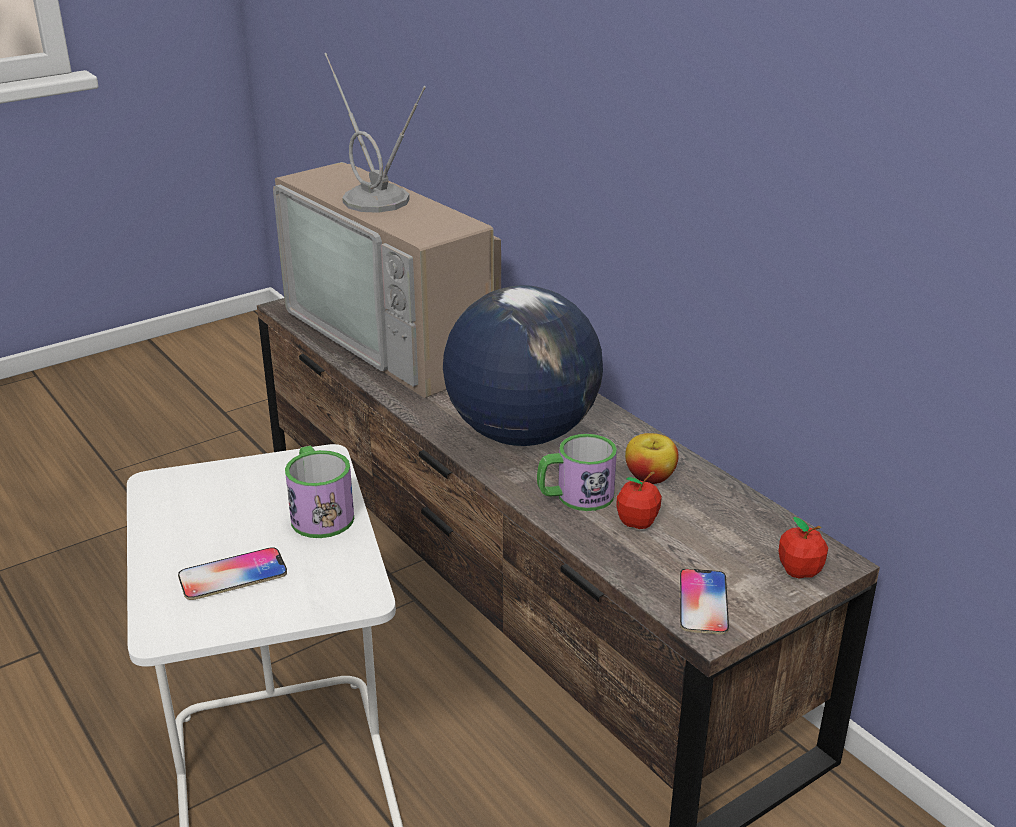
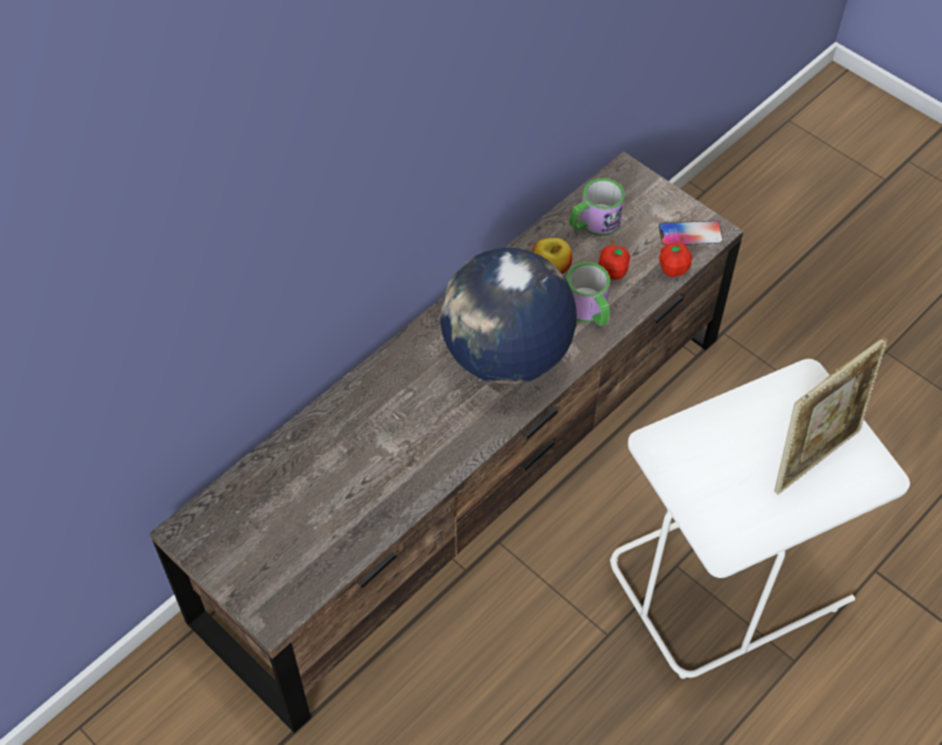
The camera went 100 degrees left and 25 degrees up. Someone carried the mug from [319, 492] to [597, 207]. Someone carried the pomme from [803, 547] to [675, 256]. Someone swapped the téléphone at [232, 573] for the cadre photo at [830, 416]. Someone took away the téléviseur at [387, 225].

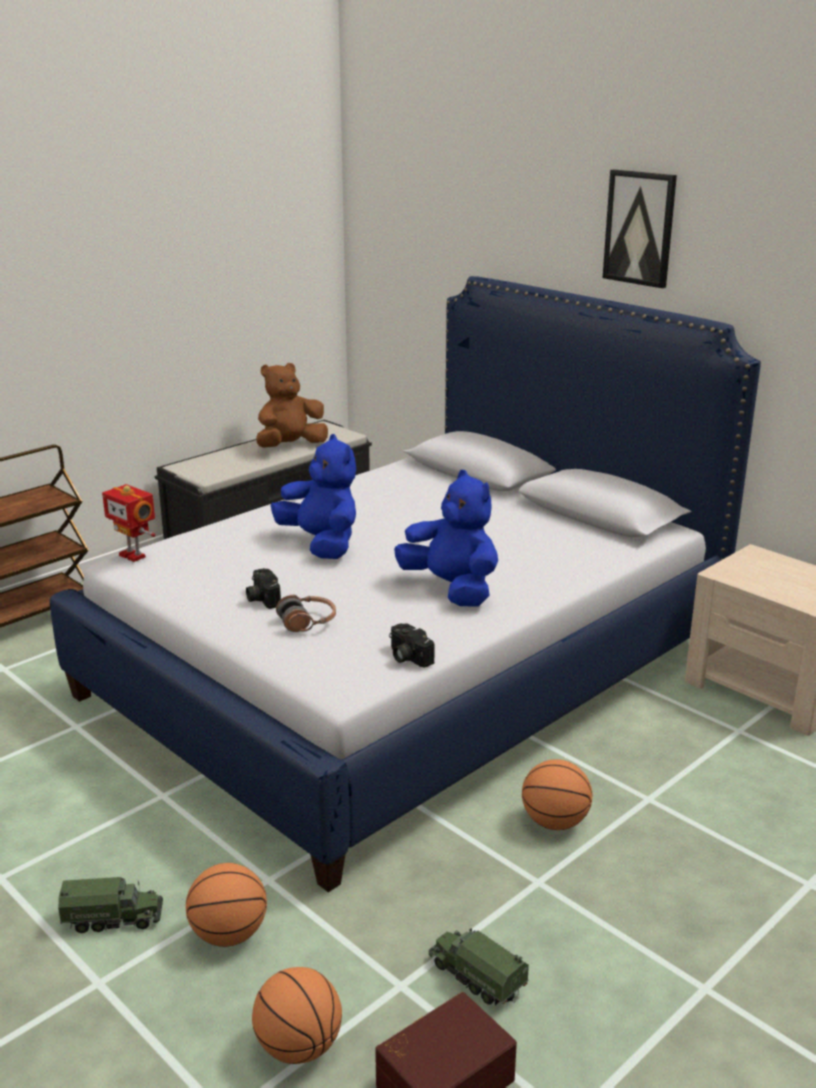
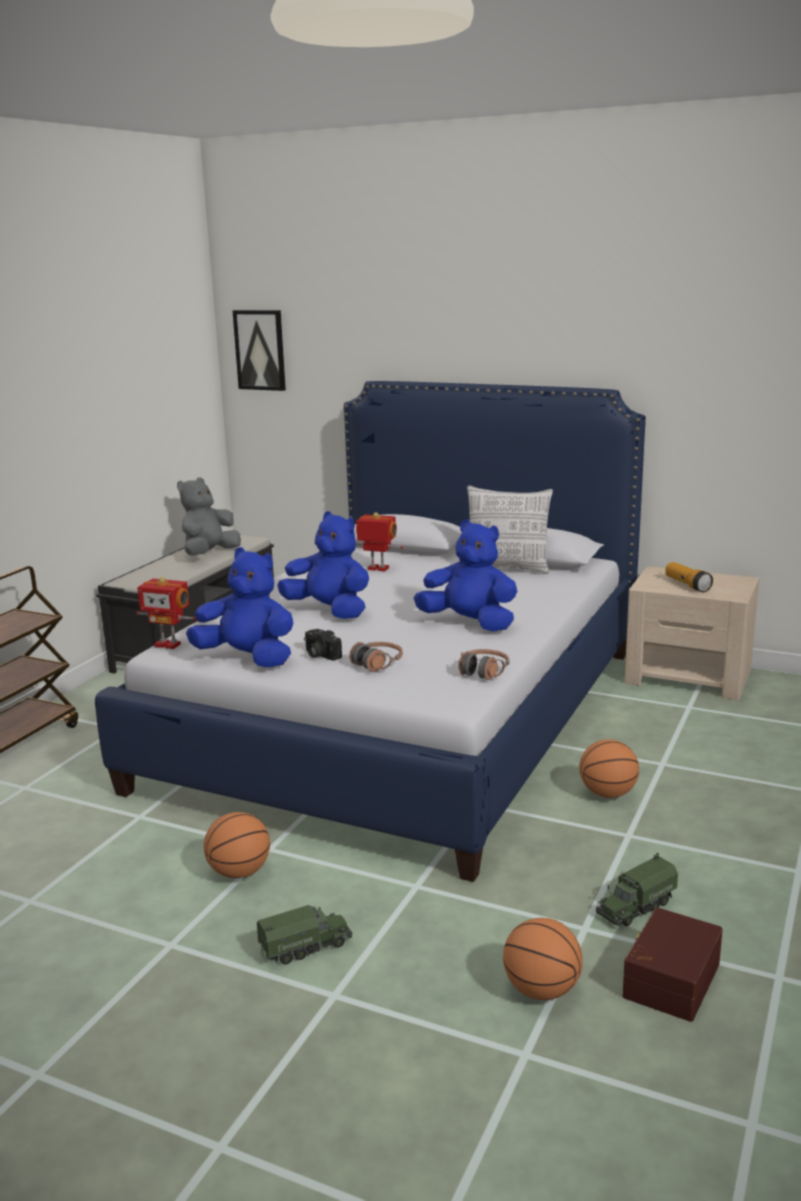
The camera went 20 degrees left and 5 degrees down. Someone repainted the peluche/marron at [292, 405], which became the peluche/gris at [209, 517]. Someone put down the peluche/bleu at [239, 607]. Someone carried the ballon de basket from [226, 905] to [237, 845]. Someone carried the tableau from [640, 228] to [259, 350]. Someone put down the robot jouet at [380, 541]. Someone swapped the appareil photo at [411, 645] for the casque audio at [484, 664]. Someone put down the coussin at [510, 529]. Someone rotated the camion jouet at [479, 967] by 60 degrees counterclockwise. Someone put down the lampe de poche at [689, 577].

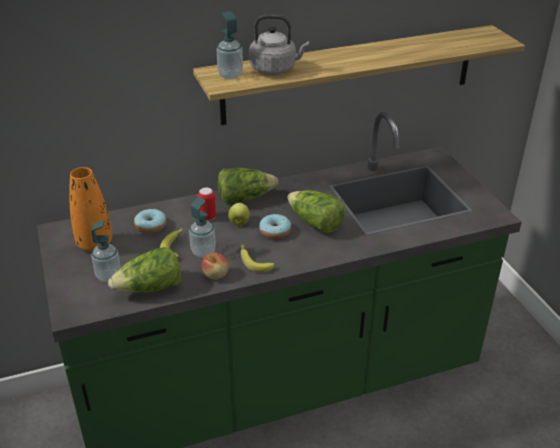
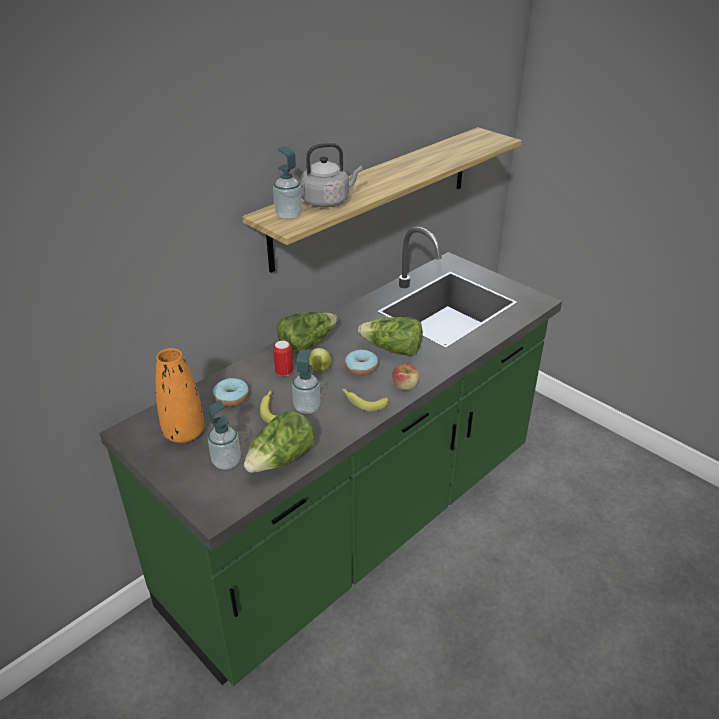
The camera went 25 degrees left and 0 degrees up. Someone carried the pomme from [215, 266] to [405, 376].

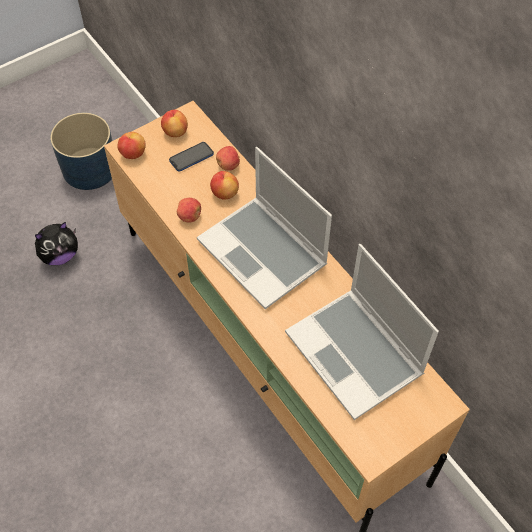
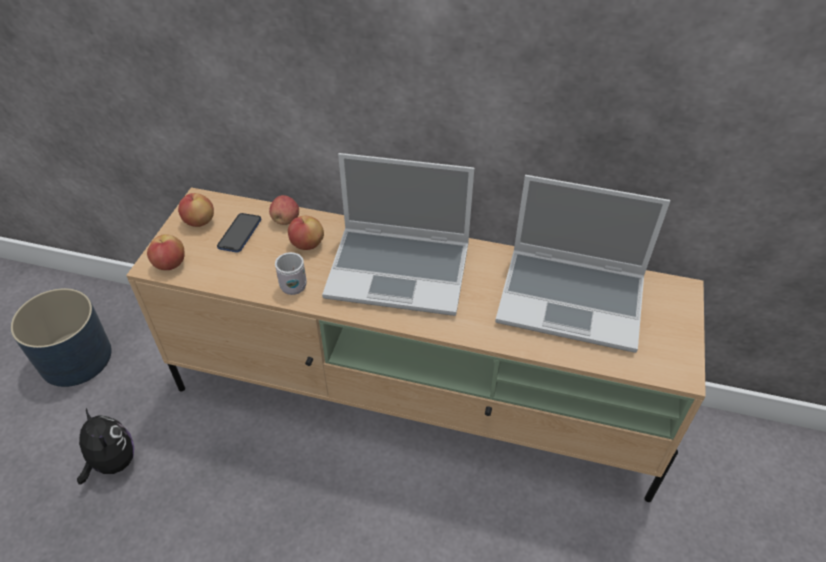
The camera went 40 degrees left and 10 degrees down. Someone rotated the peluche at [56, 243] by 60 degrees counterclockwise. Someone swapped the pomme at [189, 210] for the mug/blanc at [291, 273].

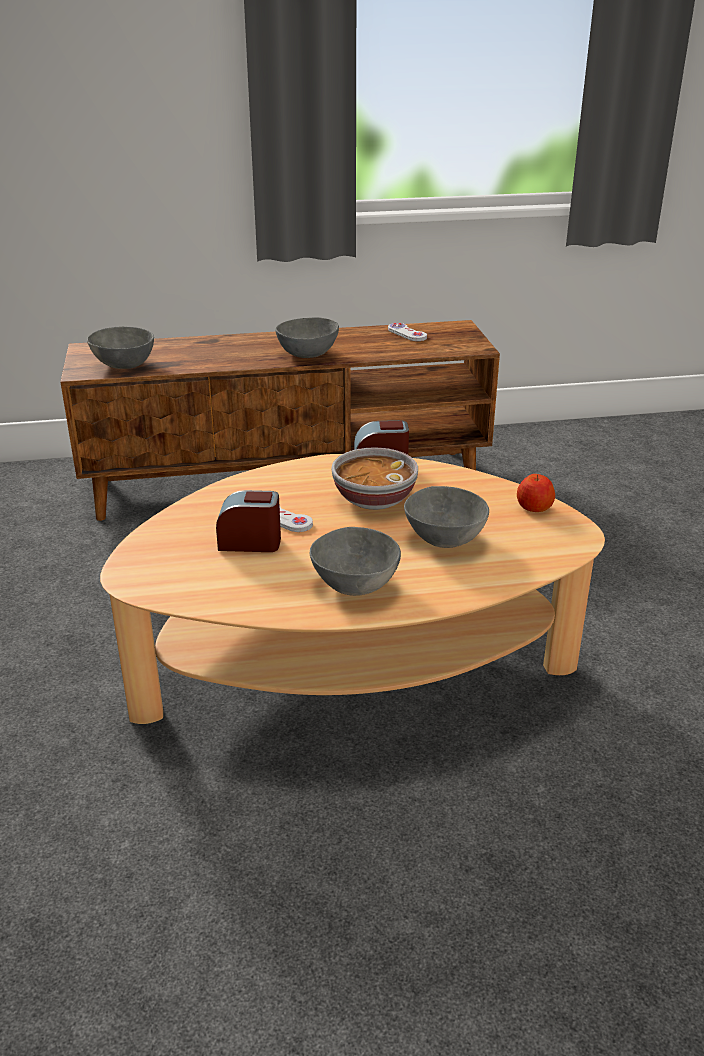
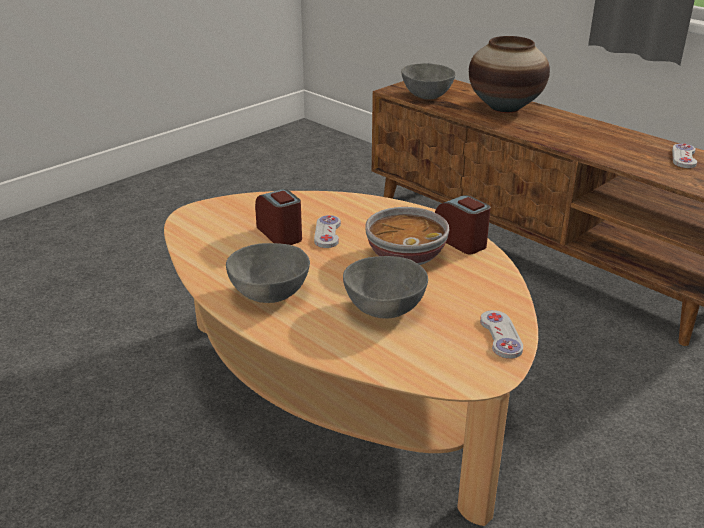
The camera went 55 degrees right and 0 degrees up. Someone put down the vase at [509, 74]. Someone swapped the pomme at [536, 493] for the manette/blanc at [501, 334]. Someone took away the bol/gris at [307, 337].

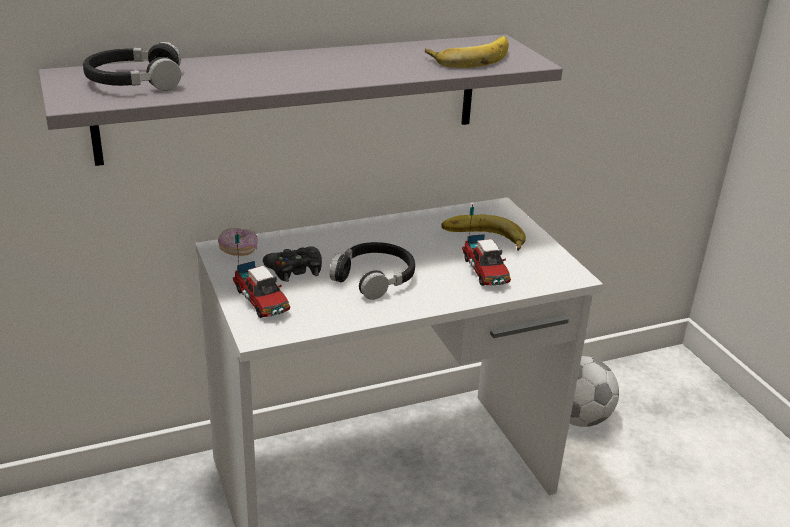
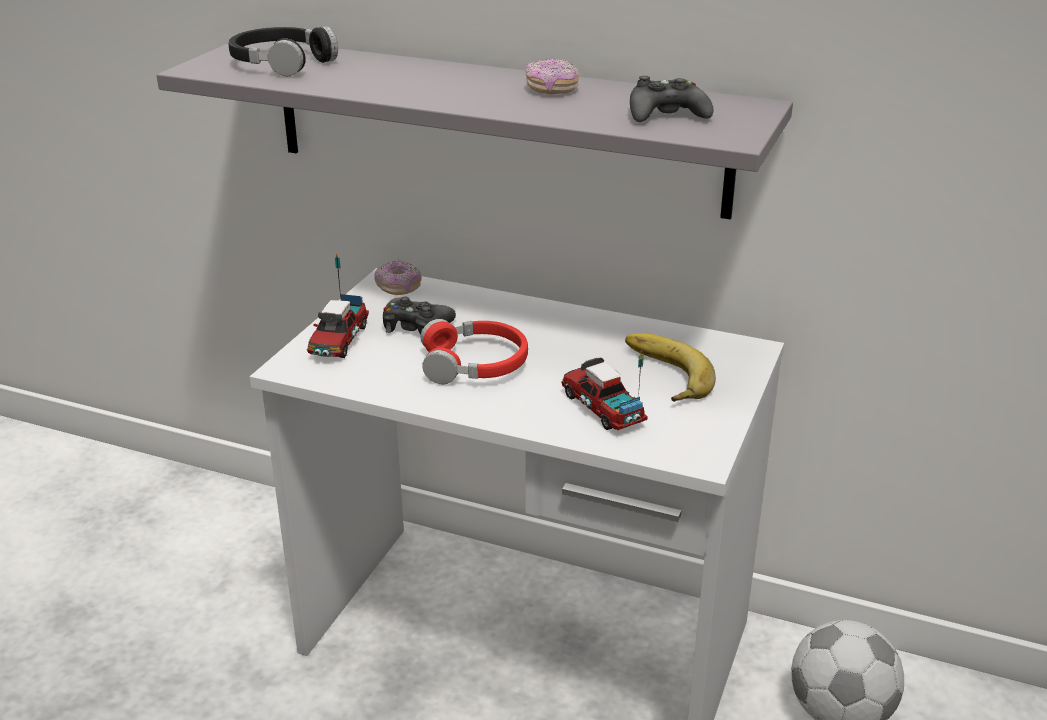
The camera went 45 degrees right and 0 degrees up. Someone repainted the casque audio/noir at [372, 271], which became the casque audio/rouge at [474, 351]. Someone put down the beignet at [552, 76]. Someone rotated the camion jouet at [486, 245] by 120 degrees clockwise. Someone swapped the banane at [467, 52] for the manette/noir at [671, 99].

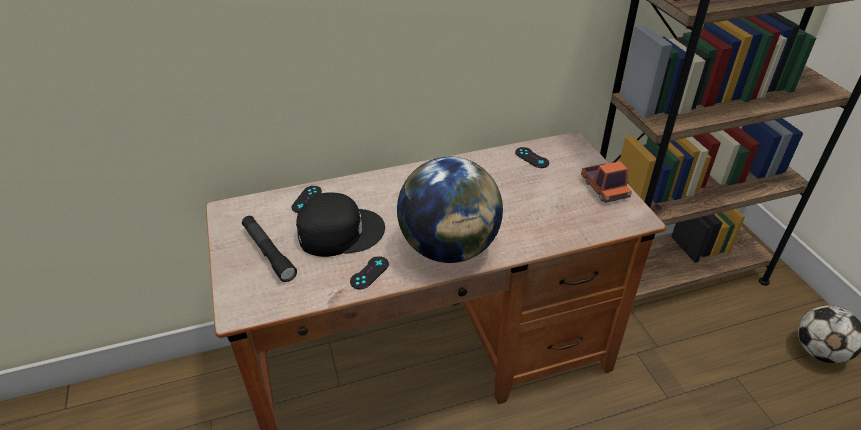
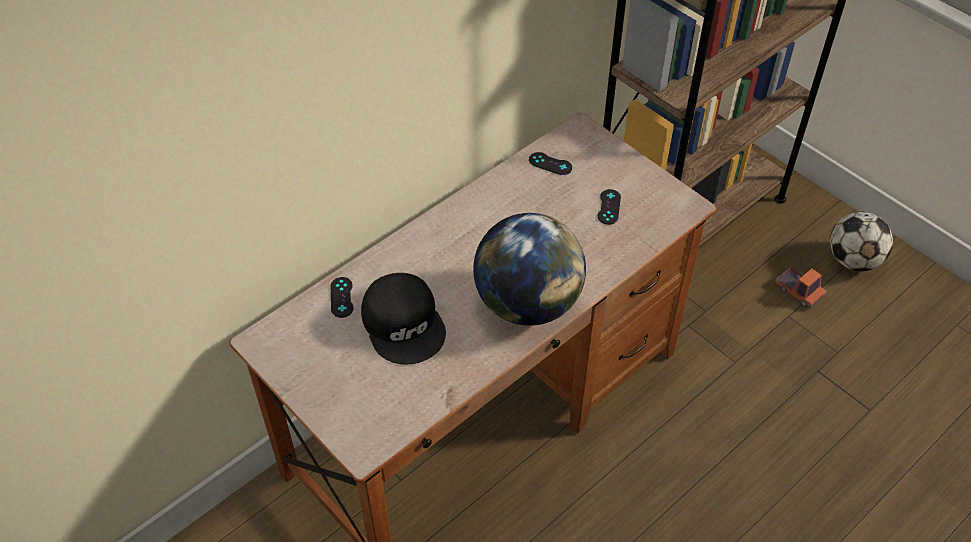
The camera went 25 degrees left and 10 degrees up. Someone rotated the casquette/noir at [340, 224] by 105 degrees clockwise. Someone carried the manette/noir from [369, 272] to [609, 207]. Someone carried the camion jouet from [606, 182] to [801, 287]. Someone took away the lampe de poche/noir at [269, 249].

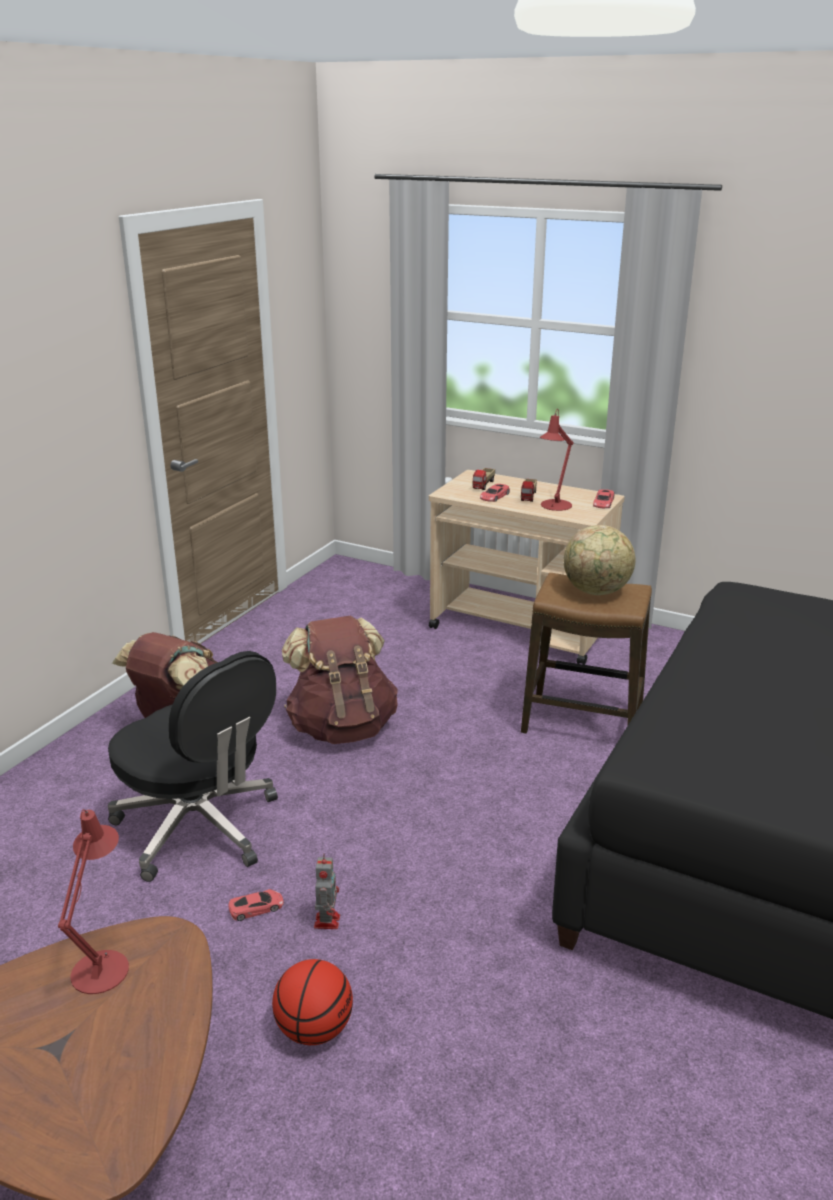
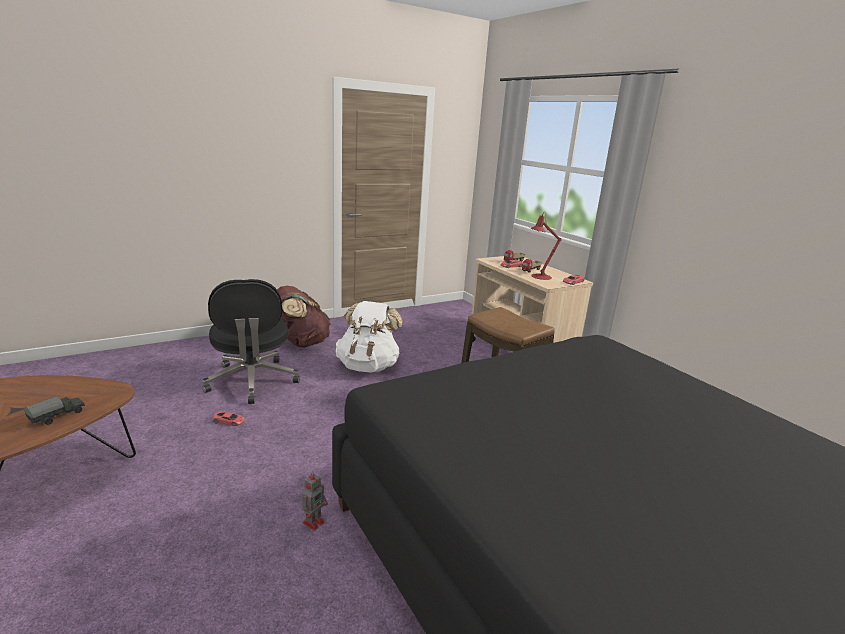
The camera went 30 degrees right and 5 degrees down. Someone put down the camion jouet at [54, 410]. Someone carried the robot jouet from [327, 891] to [315, 501]. Someone repainted the sac à dos/marron at [340, 680], which became the sac à dos/blanc at [369, 337]. Someone took away the lampe de table/rouge at [93, 901]. Someone took away the ballon de basket at [312, 1002]. Someone took away the globe at [599, 560].

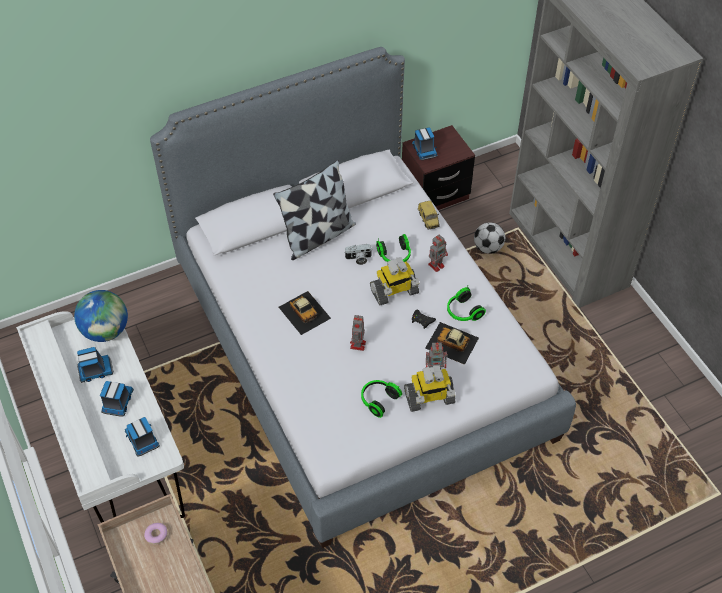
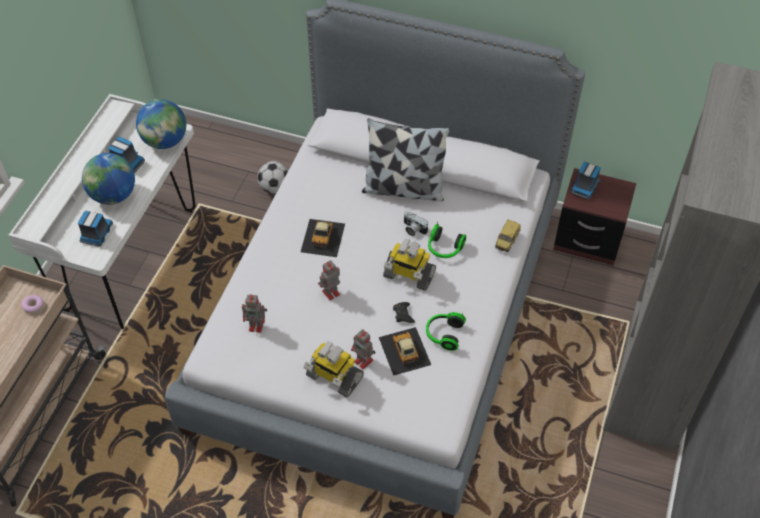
The camera went 45 degrees right and 0 degrees up. Someone swapped the camion jouet at [117, 399] for the globe at [108, 179]. Someone carried the robot jouet from [438, 253] to [254, 313]. Someone carried the ballon de foot from [489, 238] to [272, 177]. Someone took away the casque audio at [381, 399].

